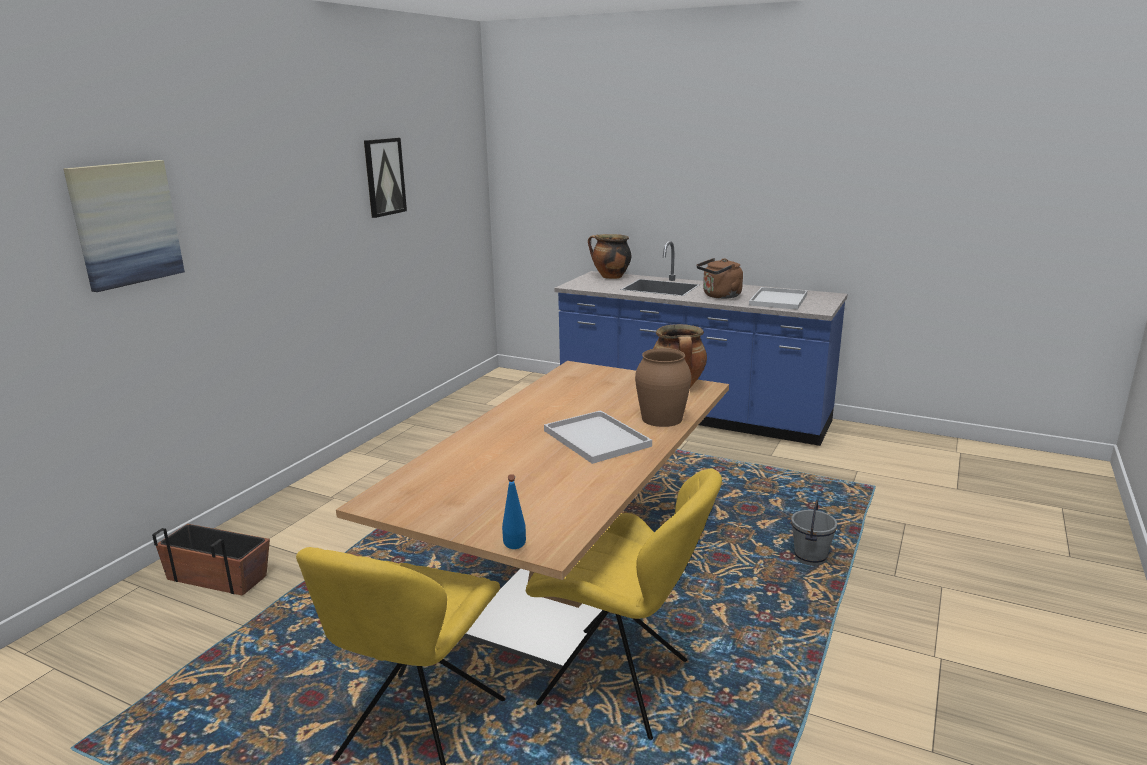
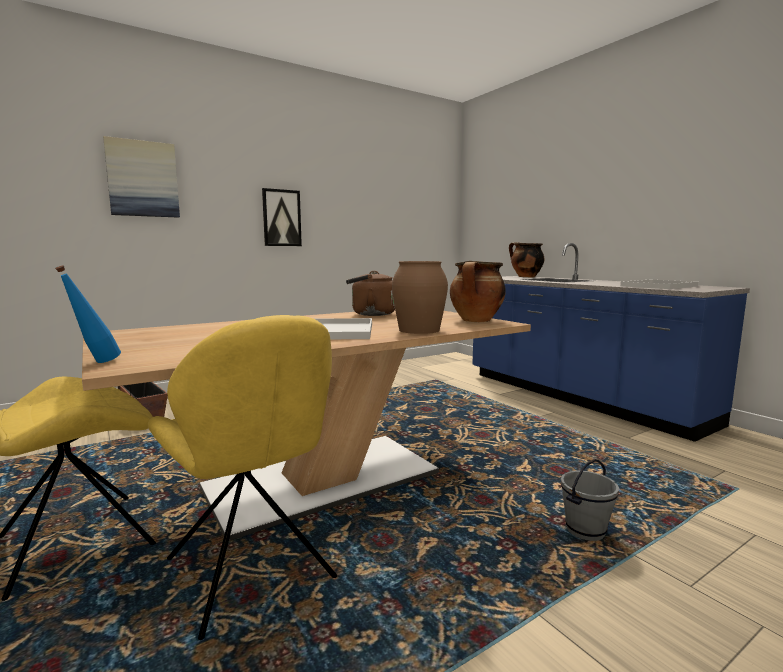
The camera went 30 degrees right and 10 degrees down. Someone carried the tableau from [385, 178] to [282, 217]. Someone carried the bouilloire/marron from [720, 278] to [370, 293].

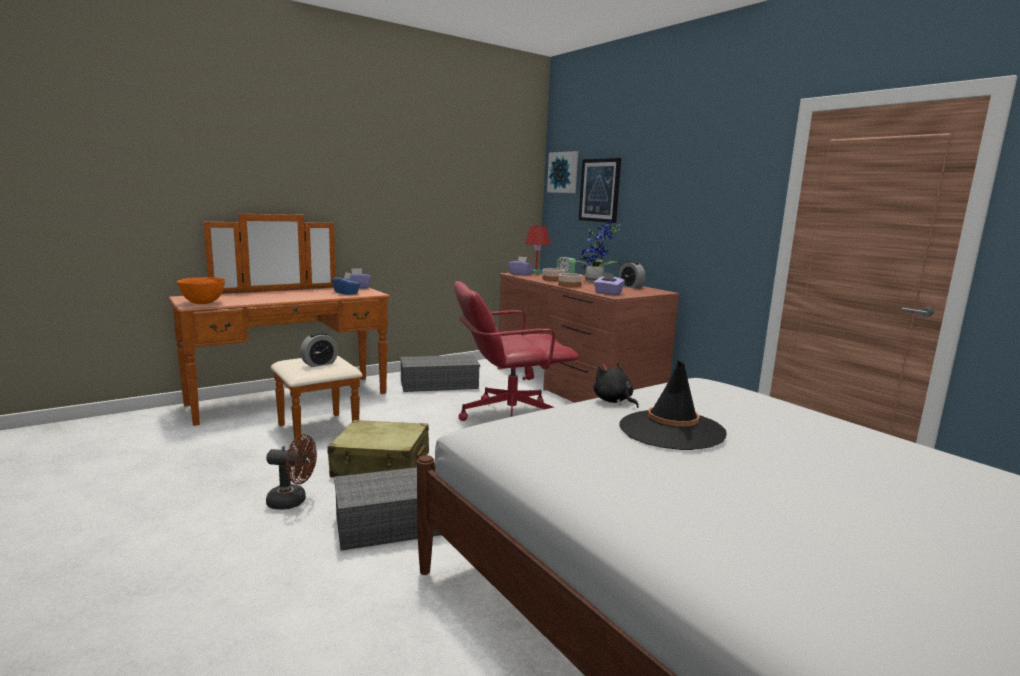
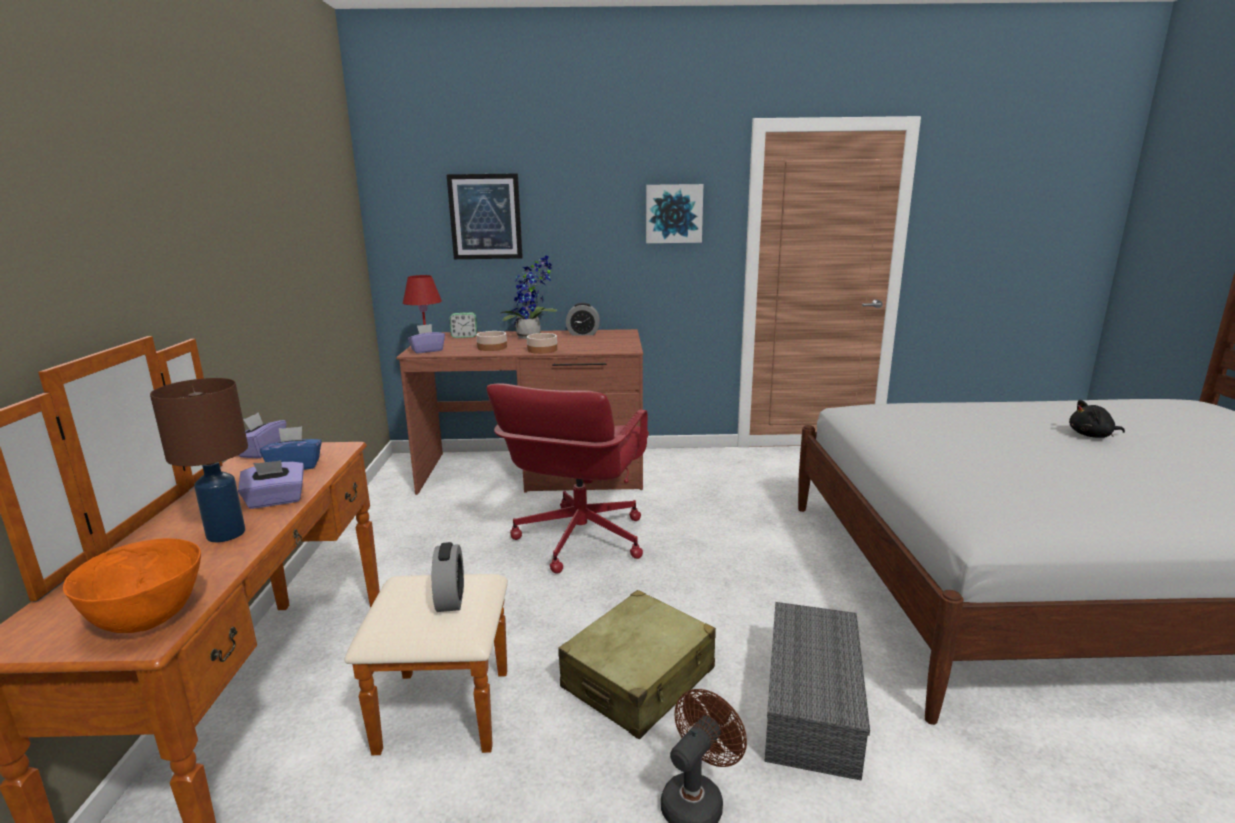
The camera went 55 degrees left and 5 degrees up. Someone put down the lampe de table/marron at [199, 460]. Someone carried the boîte à mouchoirs/violet from [609, 283] to [271, 484]. Someone carried the tableau from [562, 172] to [674, 213]. Someone carried the peluche/noir from [616, 385] to [1097, 419]. Someone took away the boîte de rangement/gris at [440, 373]. Someone took away the chapeau/noir at [673, 405].

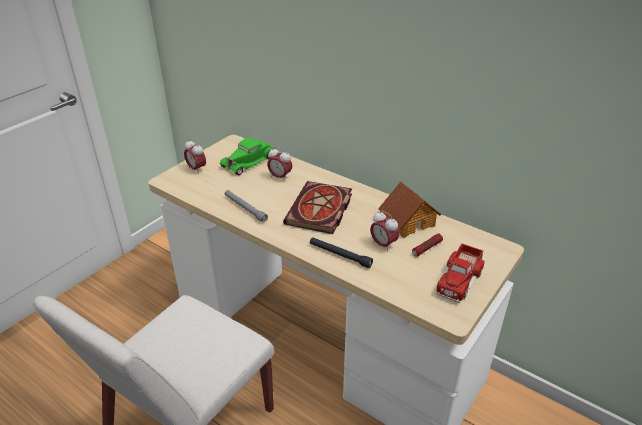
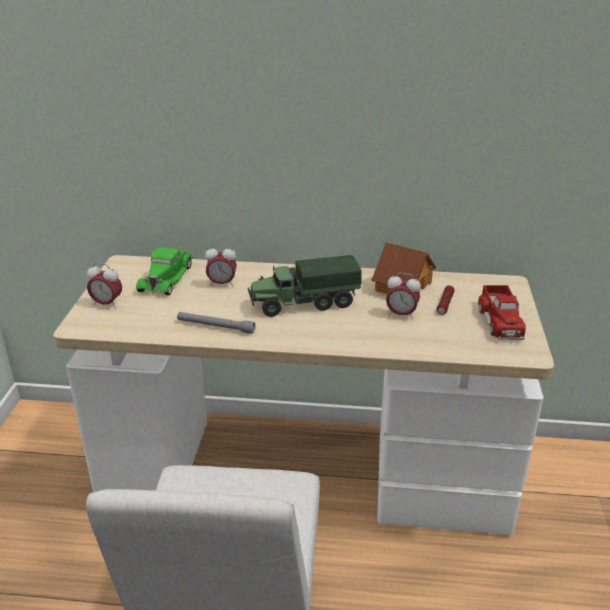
The camera went 30 degrees left and 5 degrees down. Someone swapped the livre at [317, 207] for the camion jouet at [305, 286]. Someone took away the lampe de poche/noir at [341, 252].

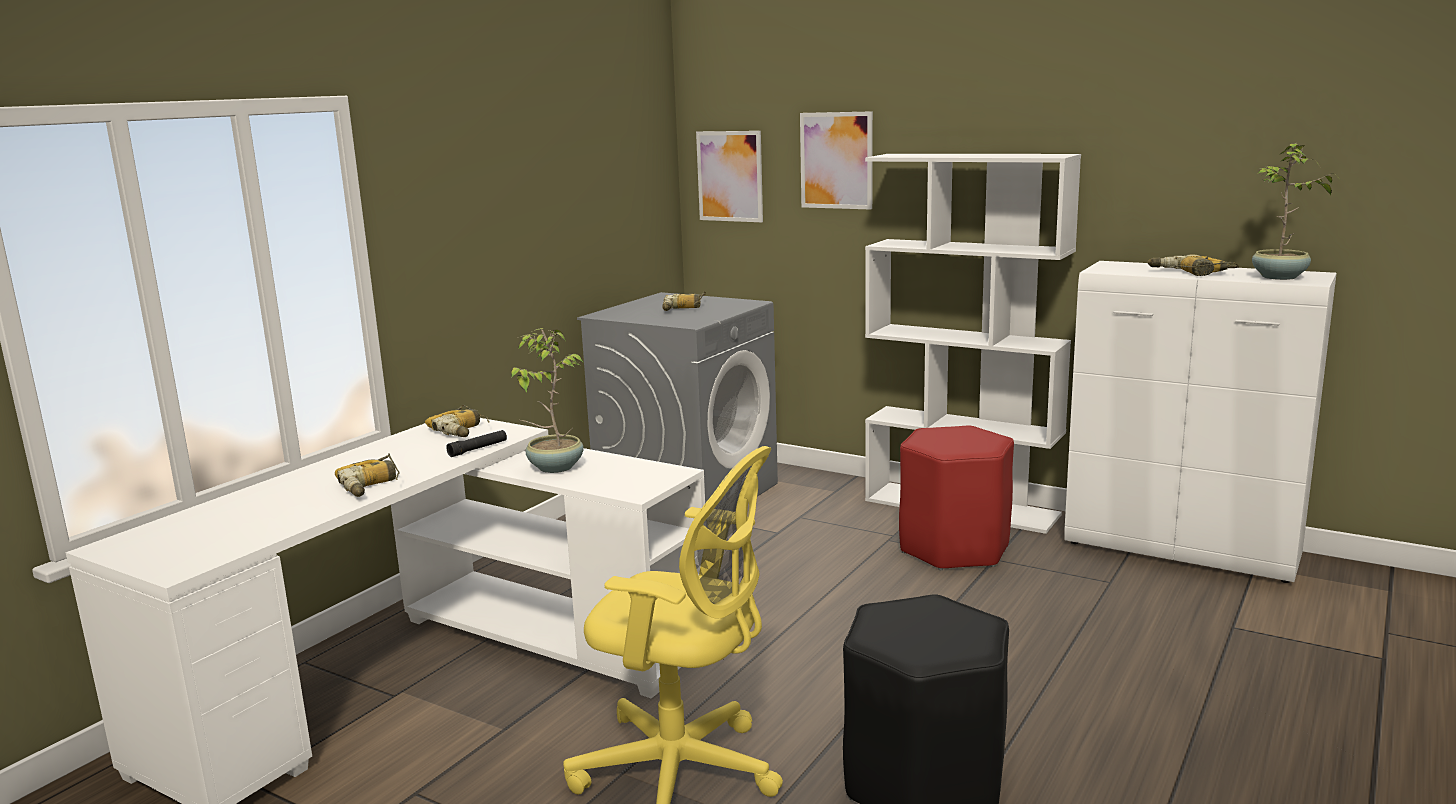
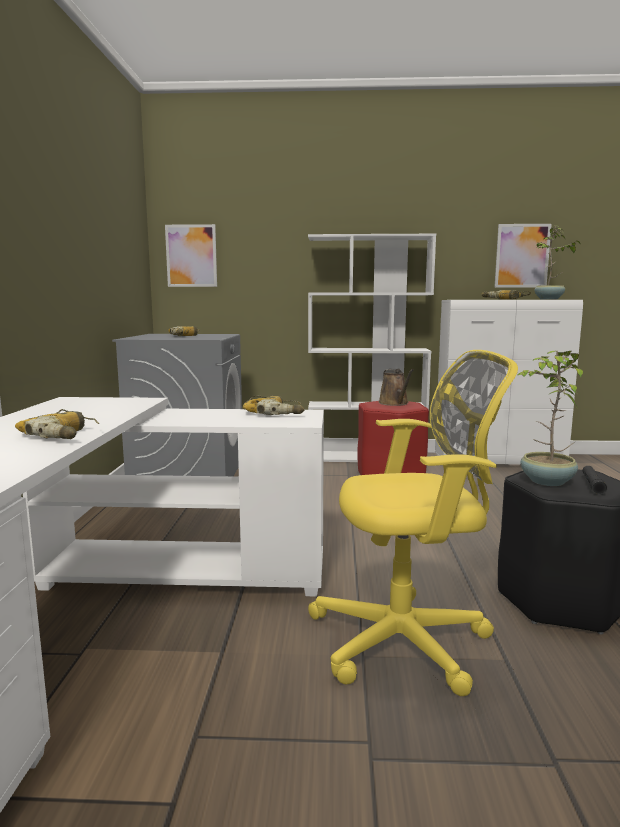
The camera went 30 degrees left and 5 degrees down. Someone carried the perceuse from [457, 421] to [274, 405]. Someone put down the arrosoir/marron at [396, 387]. Someone carried the tableau from [836, 160] to [523, 256]. Someone carried the plante en pot from [547, 400] to [549, 418]. Someone carried the lampe de poche/noir from [476, 443] to [595, 480].

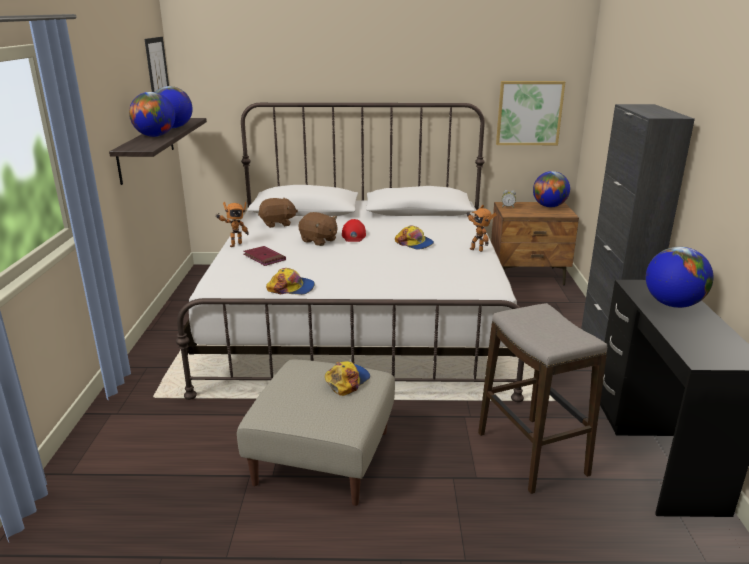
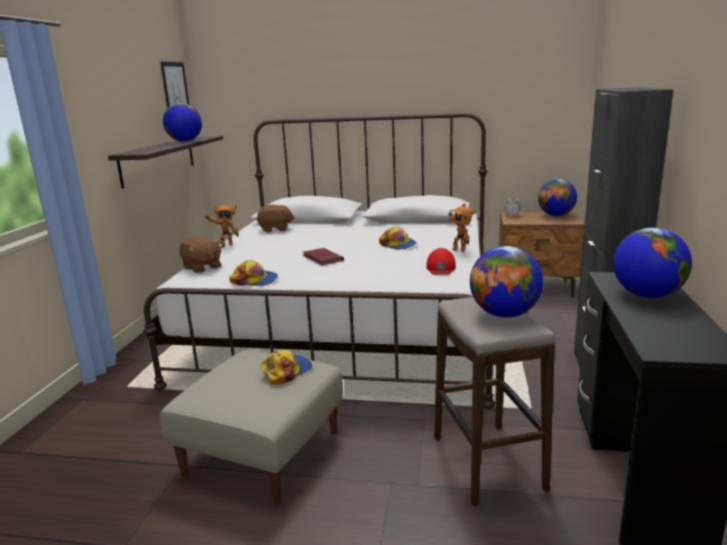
The camera went 10 degrees right and 5 degrees down. Someone carried the peluche/marron from [317, 229] to [201, 254]. Someone carried the livre/rouge from [264, 256] to [323, 256]. Someone carried the casquette/rouge from [354, 230] to [441, 261]. Someone carried the globe from [152, 114] to [506, 282]. Someone took away the tableau at [530, 113].

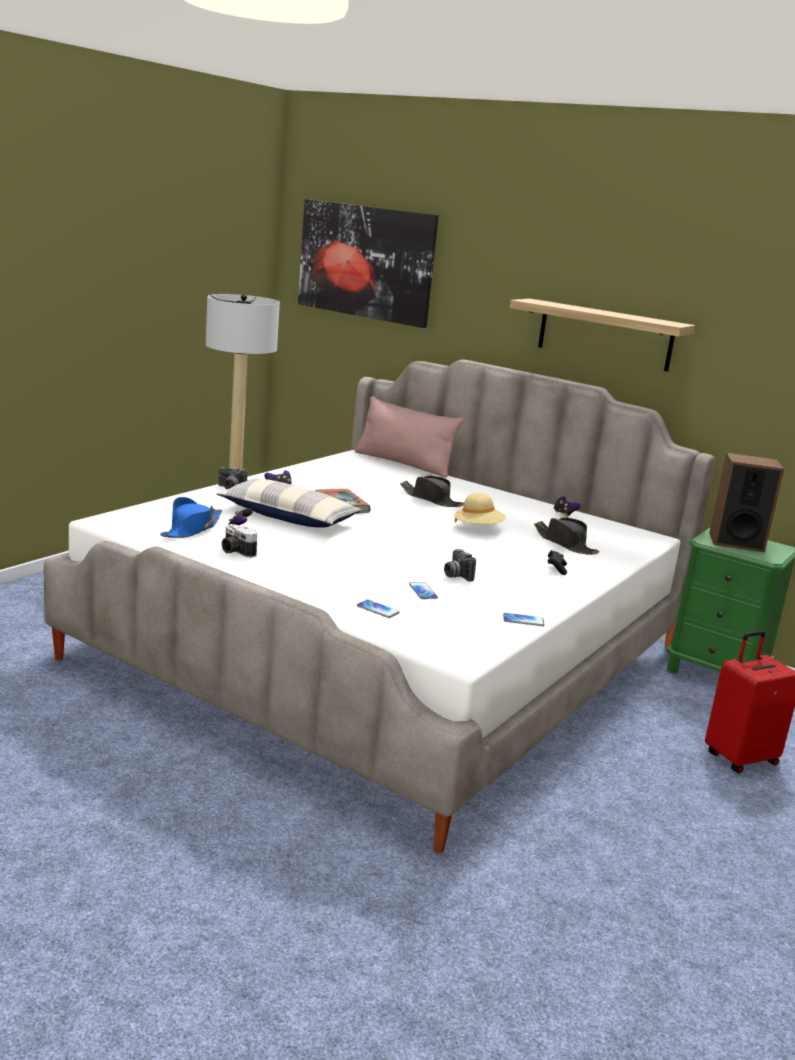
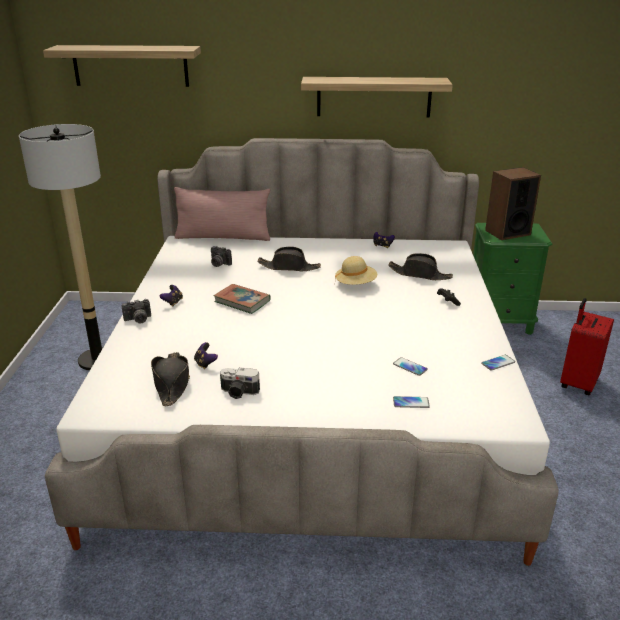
The camera went 30 degrees left and 10 degrees up. Someone swapped the tableau at [368, 263] for the étagère at [122, 66]. Someone repainted the chapeau/bleu at [191, 517], which became the chapeau/noir at [170, 379]. Someone carried the appareil photo from [460, 565] to [221, 256]. Someone took away the coussin at [289, 503].

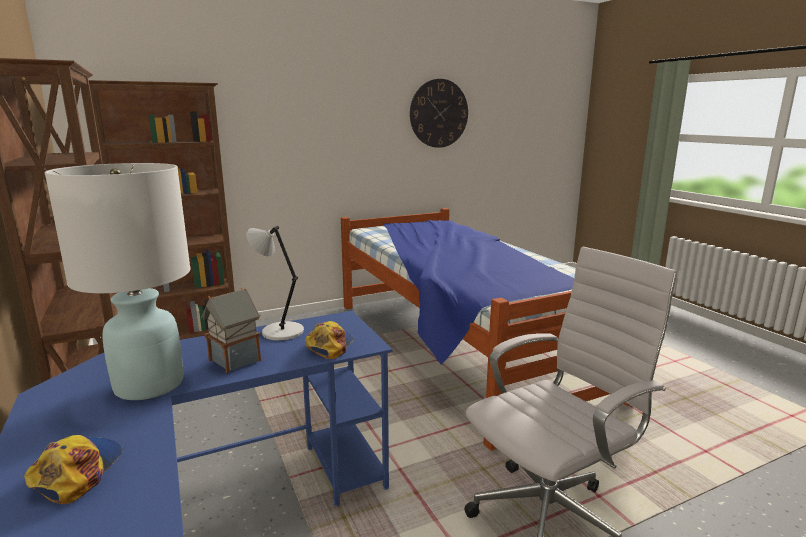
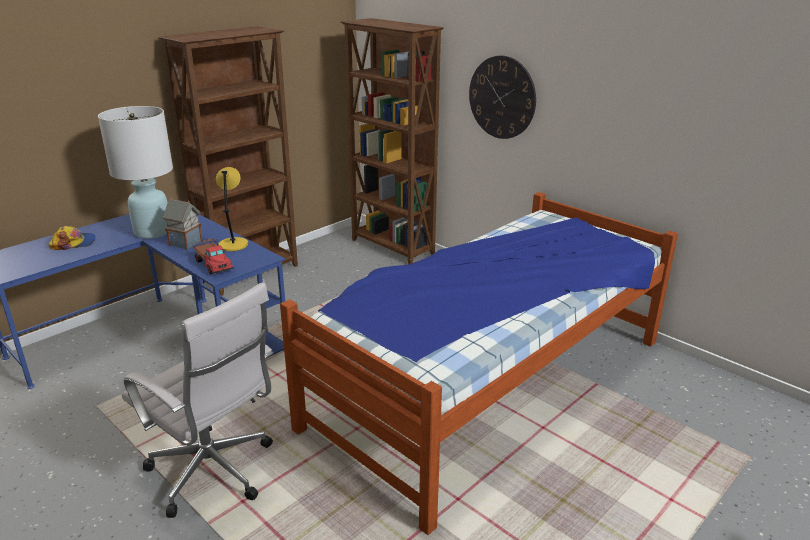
The camera went 70 degrees right and 10 degrees up. Someone swapped the casquette at [329, 340] for the camion jouet at [213, 256]. Someone repainted the lampe de table/gris at [275, 283], which became the lampe de table/jaune at [232, 209]. Someone carried the horloge murale from [439, 113] to [502, 97].

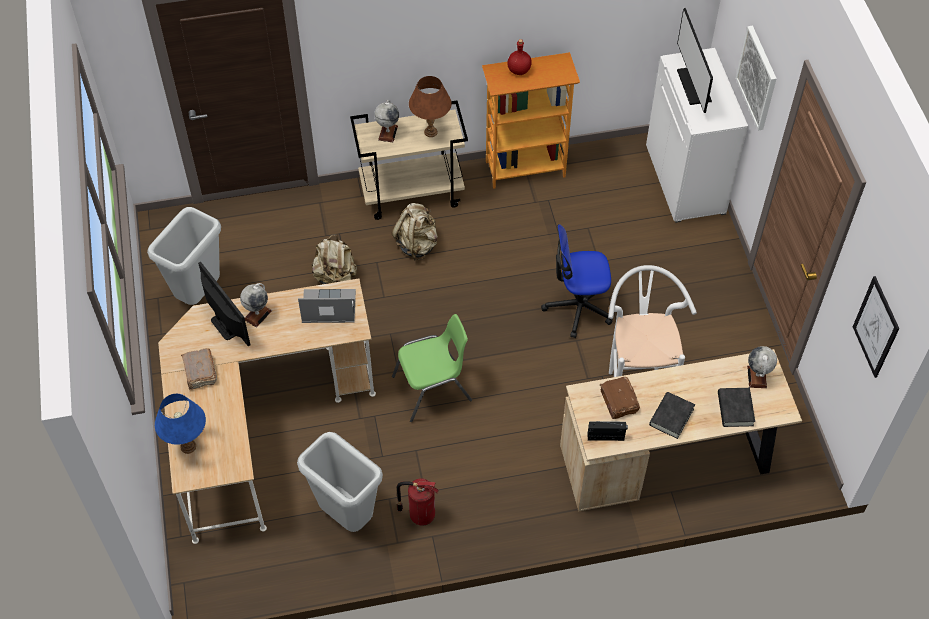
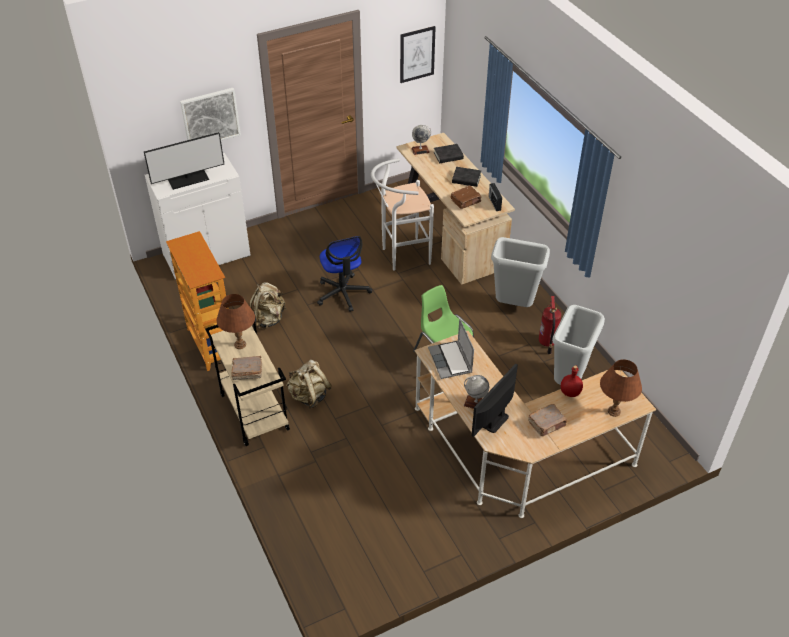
The camera went 105 degrees left and 10 degrees down. Someone swapped the globe at [386, 121] for the livre/marron at [246, 368]. Someone carried the sac à dos/beige from [334, 259] to [268, 305]. Someone carried the poubelle/gris from [184, 256] to [520, 272]. Someone carried the bouteille/rouge from [519, 57] to [572, 381]. Someone repainted the lampe de table/bleu at [180, 424], which became the lampe de table/marron at [621, 388].

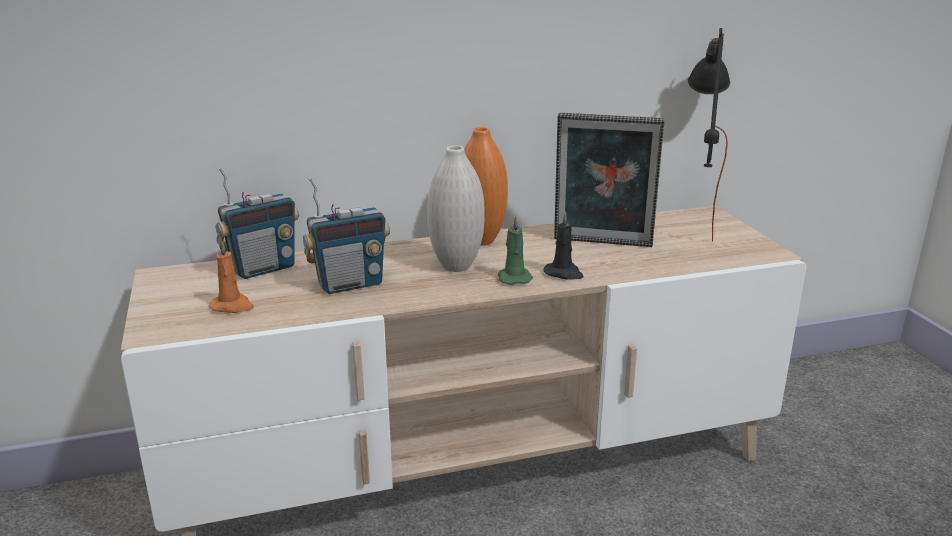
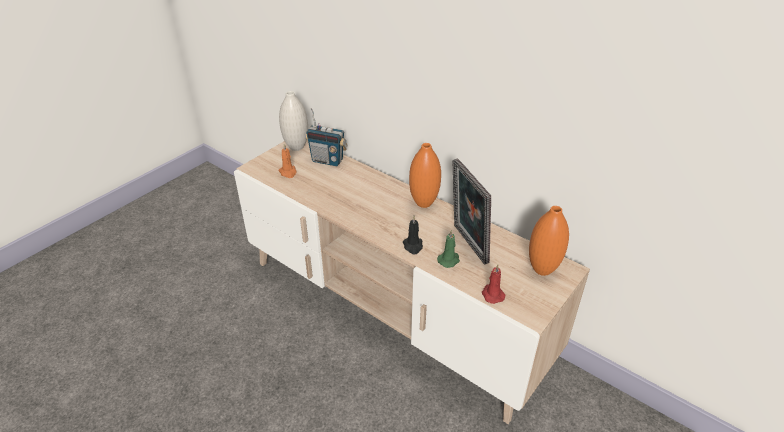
The camera went 55 degrees right and 15 degrees up. Someone carried the vase/blanc from [456, 208] to [293, 121]. Someone carried the bougie/vert from [515, 250] to [448, 249]. Someone put down the bougie/rouge at [493, 284]. Someone swapped the lampe de table/noir at [709, 135] for the vase/orange at [549, 241]. Someone took away the radio at [346, 235].

